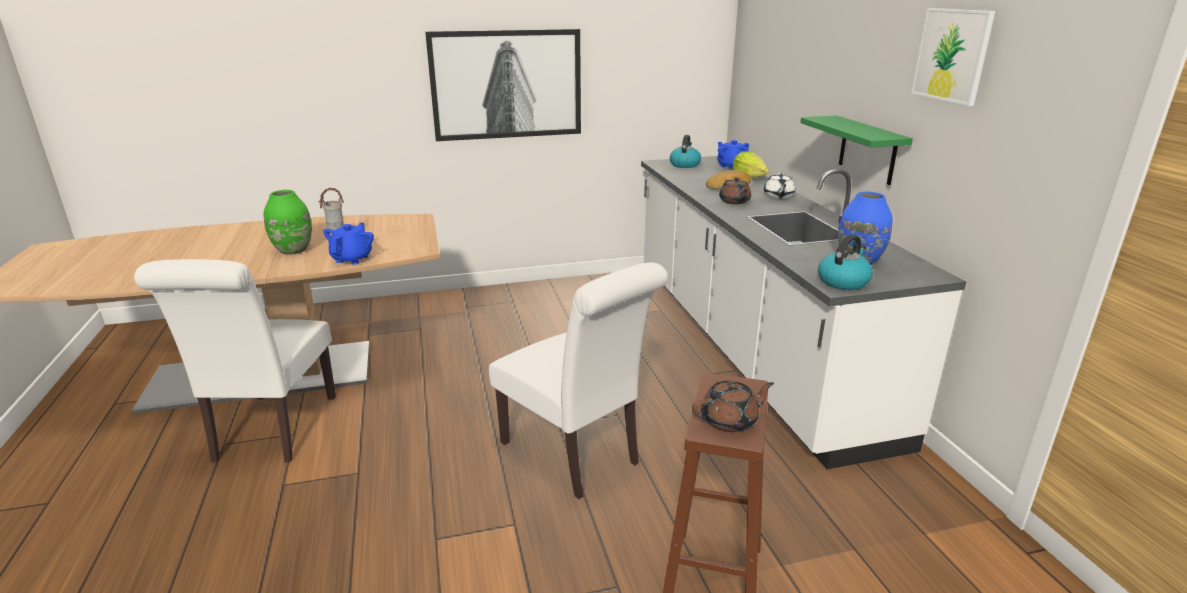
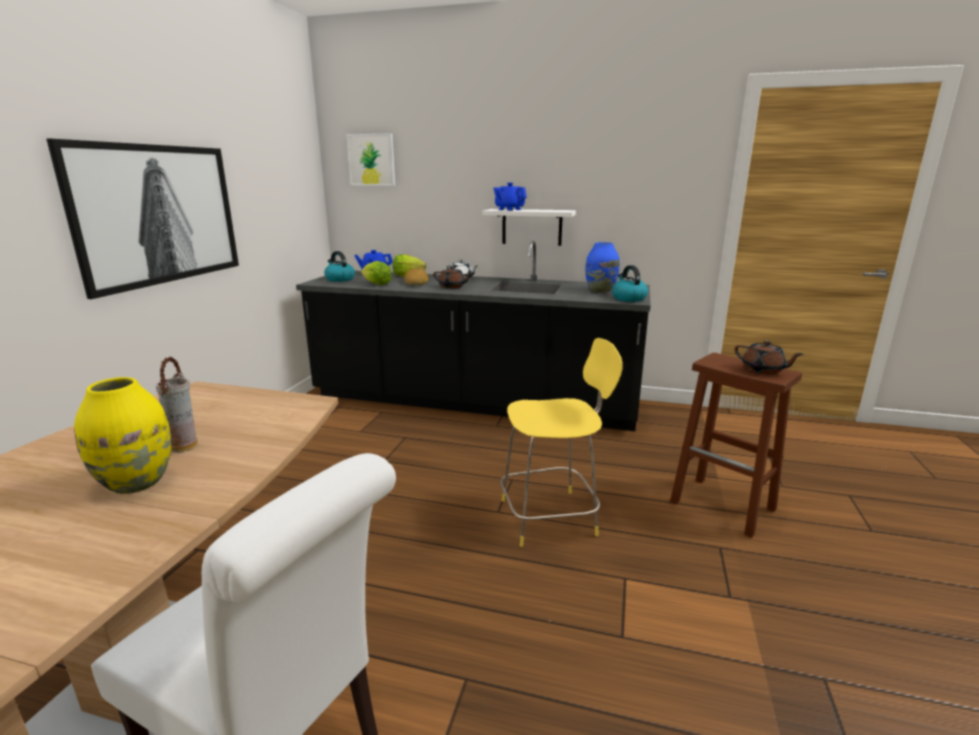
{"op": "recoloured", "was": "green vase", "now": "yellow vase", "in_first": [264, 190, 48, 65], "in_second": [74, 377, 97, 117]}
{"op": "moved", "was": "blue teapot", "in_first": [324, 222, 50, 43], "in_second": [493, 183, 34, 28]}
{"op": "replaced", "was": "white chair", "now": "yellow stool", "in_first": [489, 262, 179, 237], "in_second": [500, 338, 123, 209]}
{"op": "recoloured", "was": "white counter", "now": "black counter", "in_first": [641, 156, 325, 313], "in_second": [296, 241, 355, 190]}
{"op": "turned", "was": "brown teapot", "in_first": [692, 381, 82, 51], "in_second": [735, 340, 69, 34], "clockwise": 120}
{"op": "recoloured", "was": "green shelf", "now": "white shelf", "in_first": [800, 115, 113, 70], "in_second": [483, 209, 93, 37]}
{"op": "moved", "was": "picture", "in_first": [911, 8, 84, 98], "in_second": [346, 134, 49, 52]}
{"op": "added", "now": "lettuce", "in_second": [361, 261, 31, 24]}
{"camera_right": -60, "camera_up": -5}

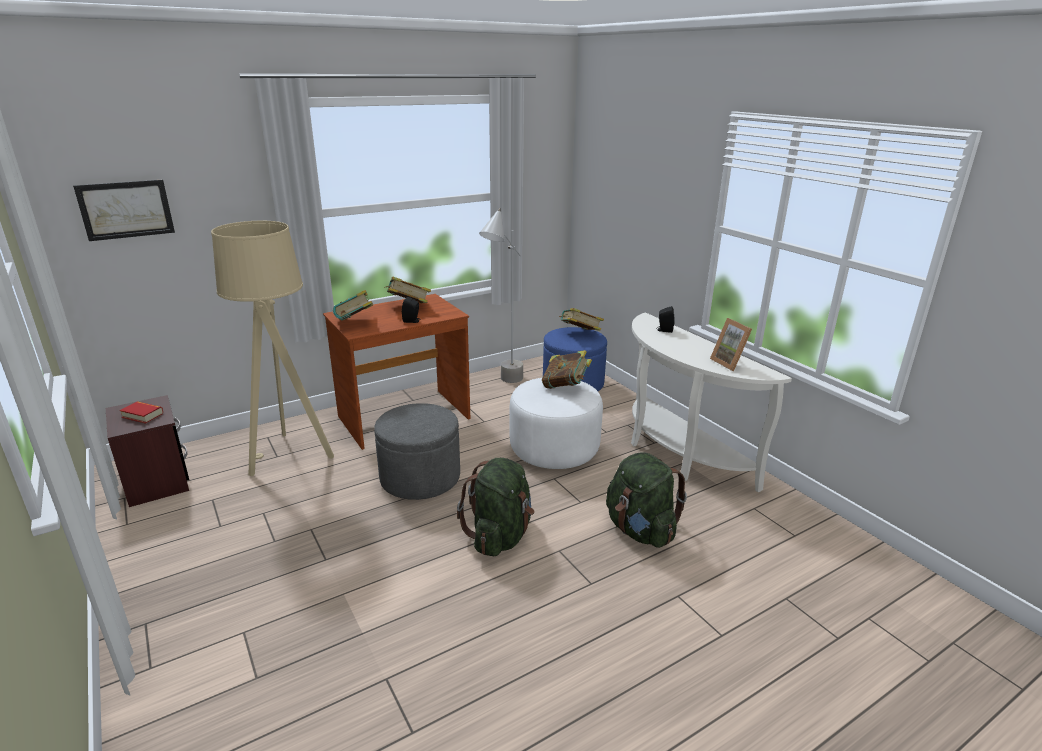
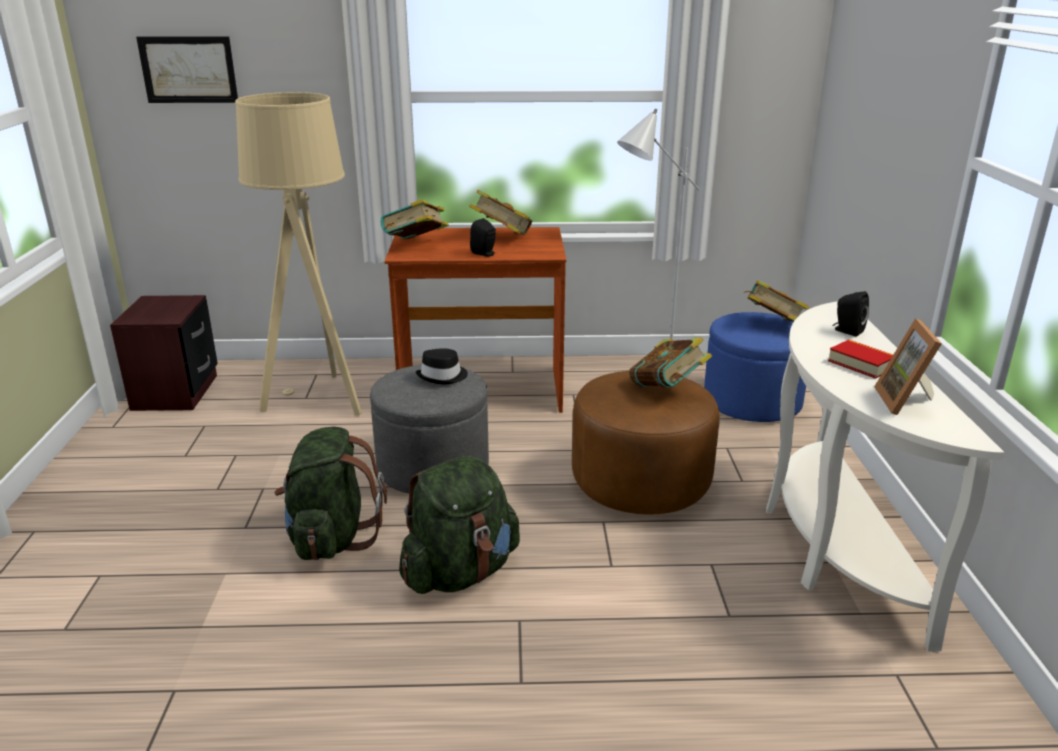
{"op": "moved", "was": "book", "in_first": [120, 401, 43, 23], "in_second": [828, 340, 65, 39]}
{"op": "recoloured", "was": "white ottoman", "now": "brown ottoman", "in_first": [510, 377, 93, 92], "in_second": [572, 371, 148, 144]}
{"op": "moved", "was": "green backpack", "in_first": [606, 452, 81, 96], "in_second": [274, 427, 113, 133]}
{"op": "added", "now": "black hat", "in_second": [415, 348, 53, 36]}
{"camera_right": 30, "camera_up": 0}

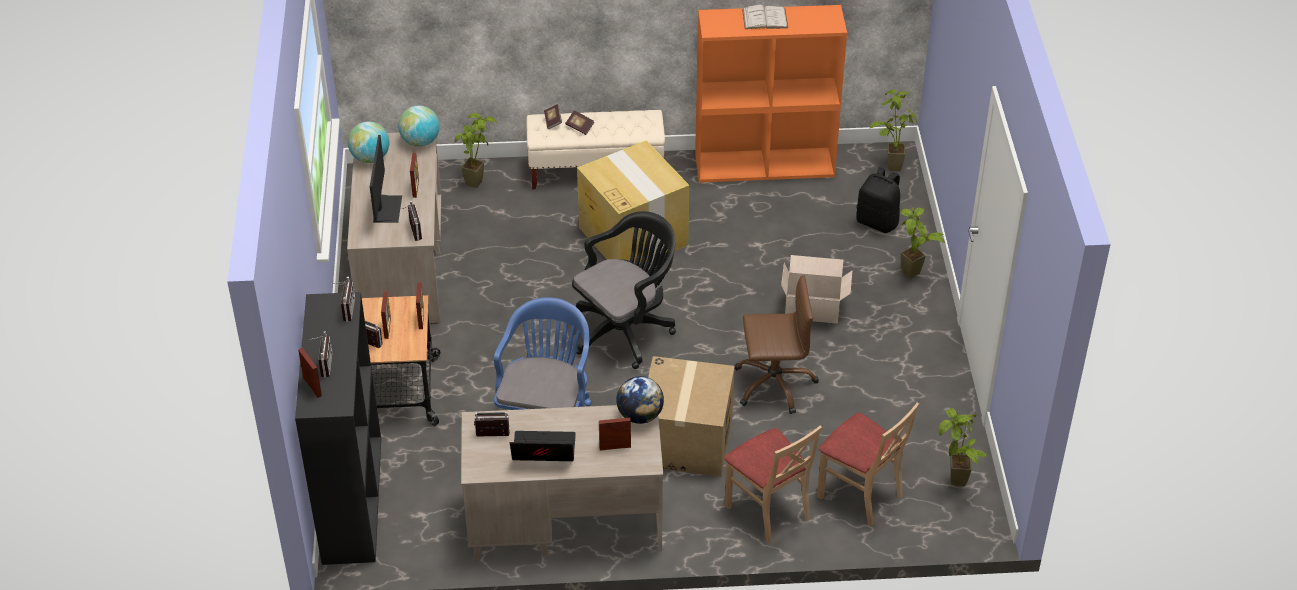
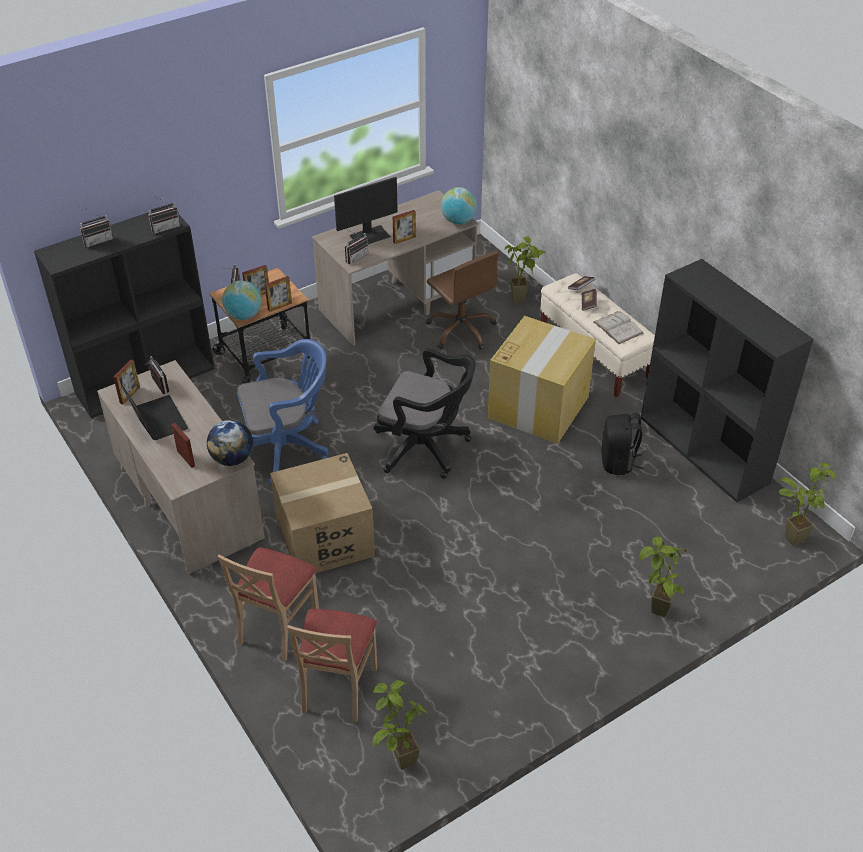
{"op": "moved", "was": "picture frame", "in_first": [298, 348, 24, 50], "in_second": [113, 360, 27, 44]}
{"op": "moved", "was": "globe", "in_first": [348, 122, 41, 41], "in_second": [222, 280, 40, 40]}
{"op": "recoloured", "was": "orange bookcase", "now": "black bookcase", "in_first": [695, 5, 152, 178], "in_second": [641, 259, 173, 244]}
{"op": "moved", "was": "brown office chair", "in_first": [734, 275, 85, 139], "in_second": [426, 251, 73, 99]}
{"op": "moved", "was": "white book", "in_first": [742, 5, 46, 24], "in_second": [594, 311, 49, 33]}
{"op": "removed", "was": "cardboard box", "in_first": [781, 255, 71, 69]}
{"op": "moved", "was": "black backpack", "in_first": [856, 167, 44, 66], "in_second": [601, 413, 42, 62]}
{"camera_right": 60, "camera_up": 0}

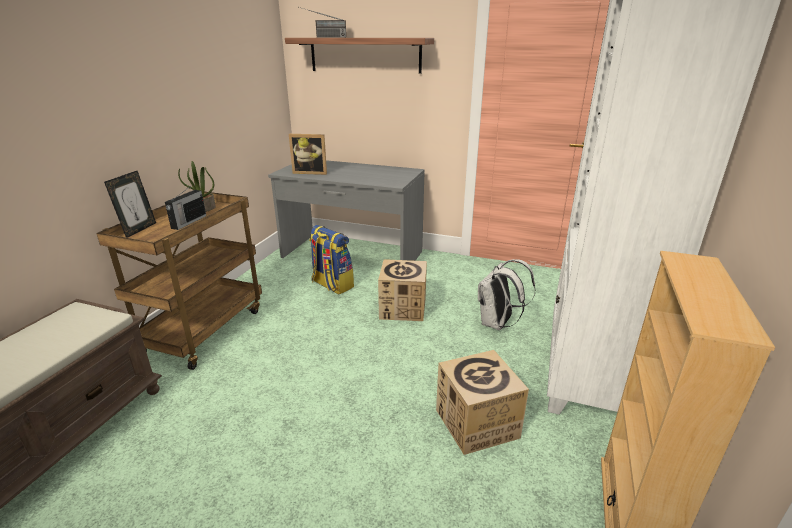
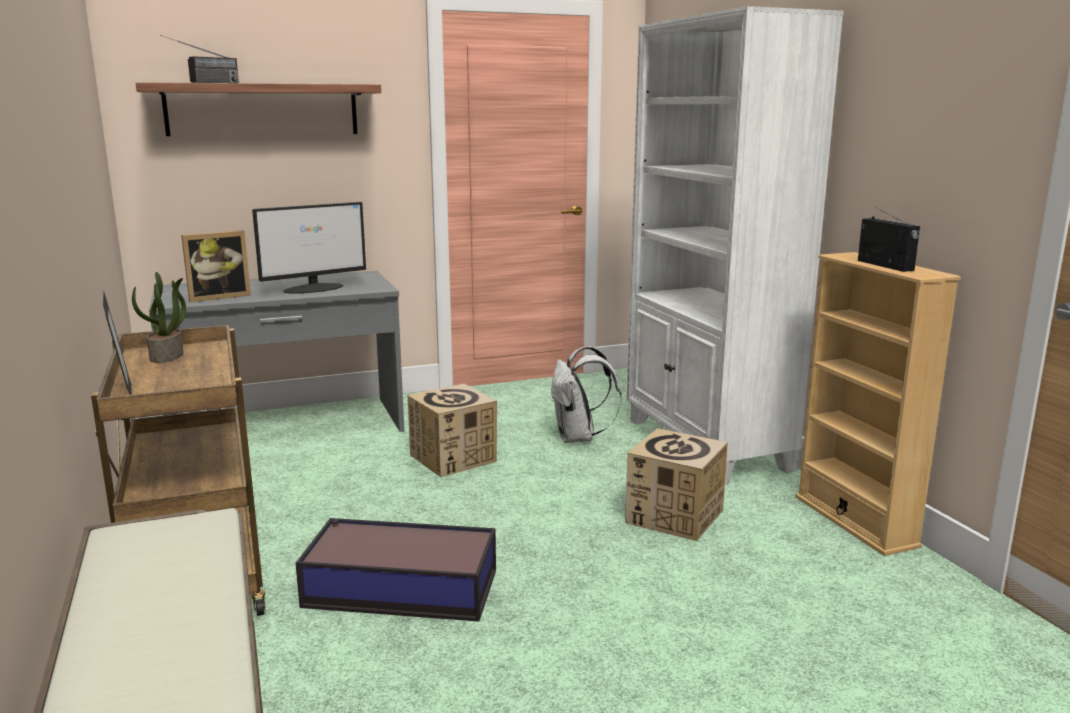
{"op": "moved", "was": "radio", "in_first": [165, 184, 41, 46], "in_second": [858, 207, 62, 65]}
{"op": "removed", "was": "backpack", "in_first": [309, 225, 45, 69]}
{"op": "added", "now": "monitor", "in_second": [252, 202, 114, 92]}
{"op": "added", "now": "storage box", "in_second": [296, 518, 200, 104]}
{"camera_right": -40, "camera_up": -10}

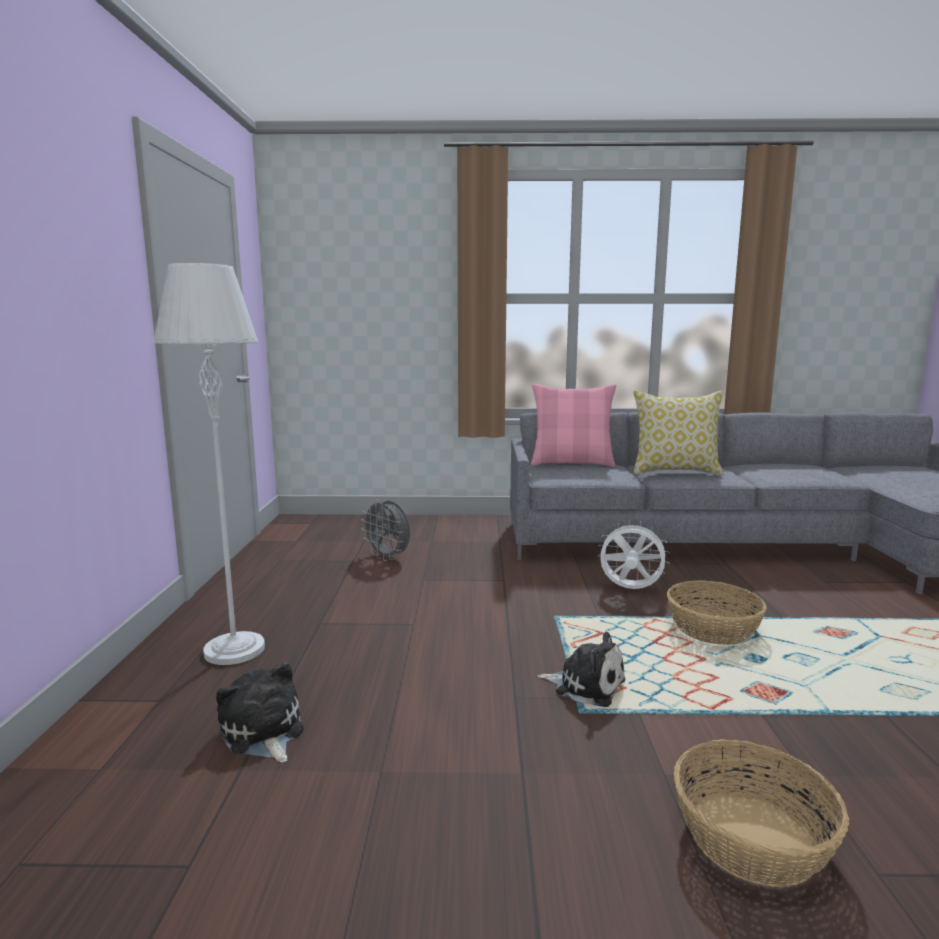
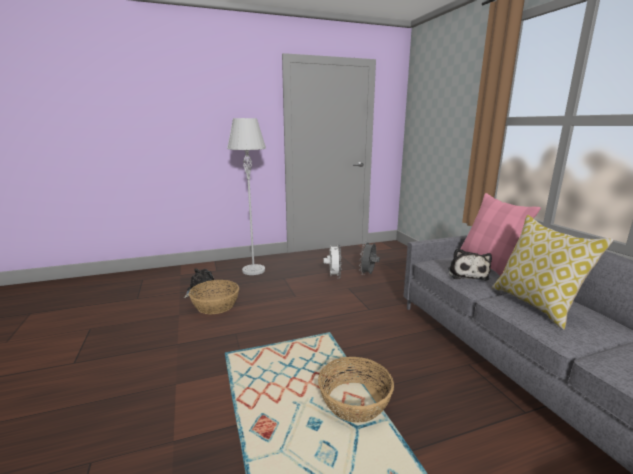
{"op": "moved", "was": "plush toy", "in_first": [538, 632, 88, 75], "in_second": [448, 248, 44, 33]}
{"op": "moved", "was": "white fan", "in_first": [598, 520, 72, 69], "in_second": [323, 243, 18, 36]}
{"op": "moved", "was": "basket", "in_first": [674, 739, 176, 149], "in_second": [189, 280, 50, 34]}
{"camera_right": 70, "camera_up": 5}

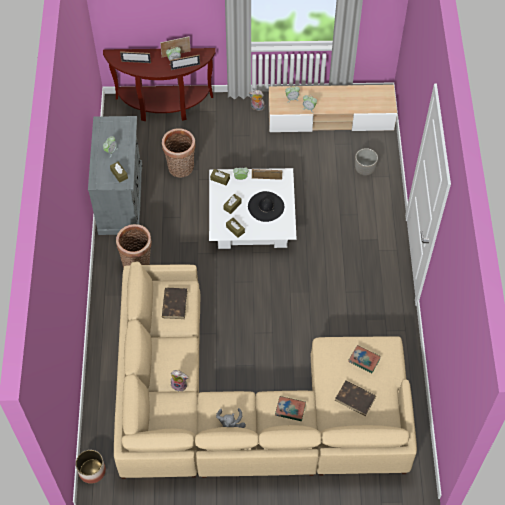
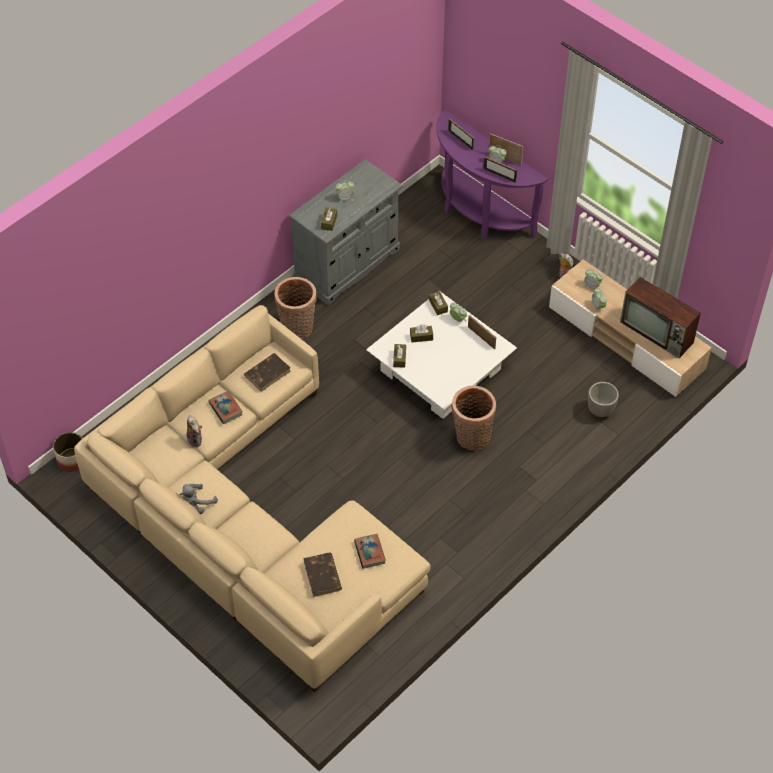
{"op": "recoloured", "was": "brown console table", "now": "purple console table", "in_first": [103, 48, 113, 73], "in_second": [436, 110, 112, 130]}
{"op": "moved", "was": "basket", "in_first": [162, 128, 33, 50], "in_second": [452, 386, 44, 65]}
{"op": "removed", "was": "black hat", "in_first": [248, 191, 36, 31]}
{"op": "moved", "was": "book", "in_first": [275, 396, 31, 25], "in_second": [208, 391, 35, 33]}
{"op": "added", "now": "television", "in_second": [620, 277, 81, 81]}
{"camera_right": 45, "camera_up": -5}

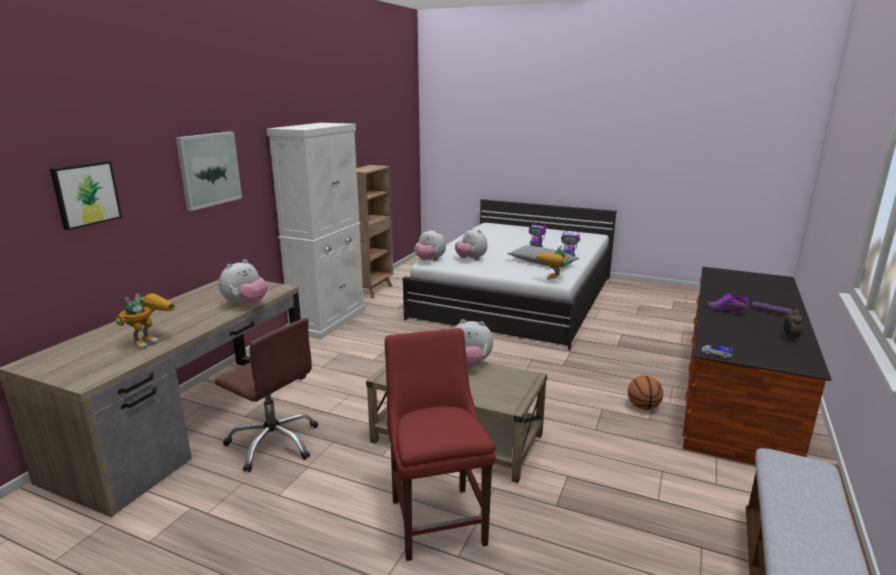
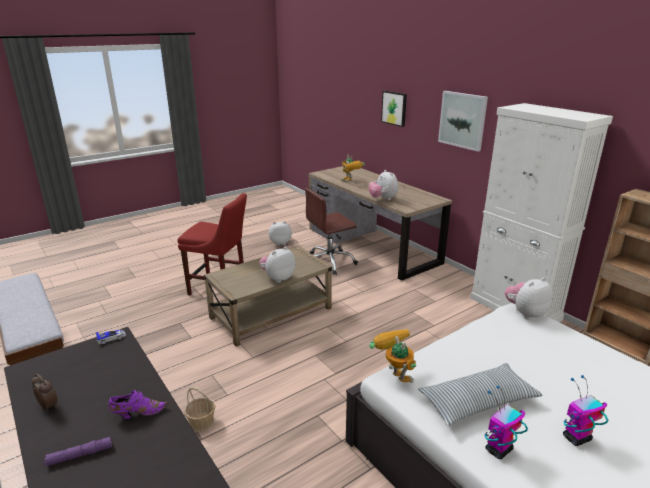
{"op": "moved", "was": "plush toy", "in_first": [455, 227, 32, 33], "in_second": [268, 221, 24, 25]}
{"op": "replaced", "was": "basketball", "now": "basket", "in_first": [628, 376, 35, 34], "in_second": [184, 387, 31, 45]}
{"camera_right": 120, "camera_up": 5}

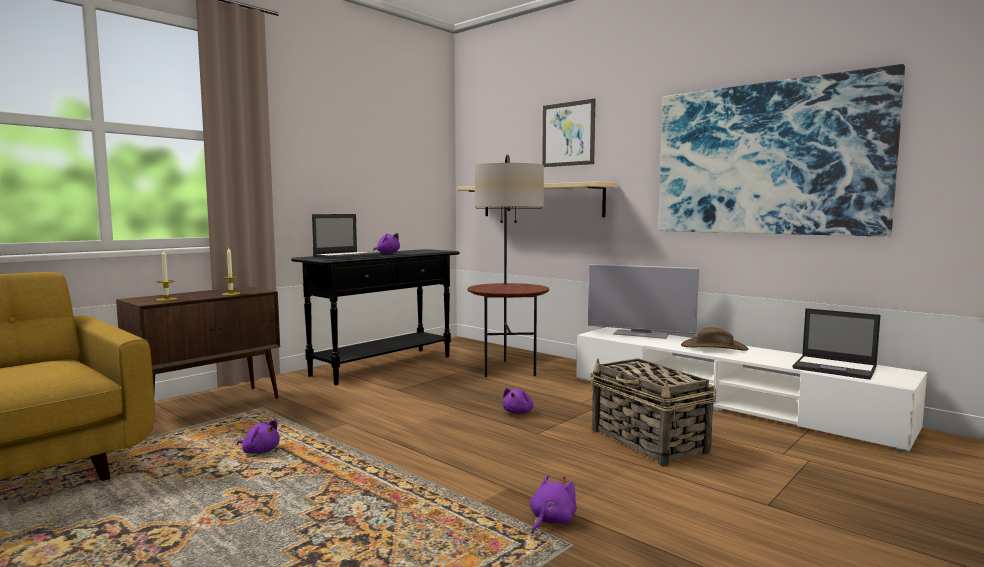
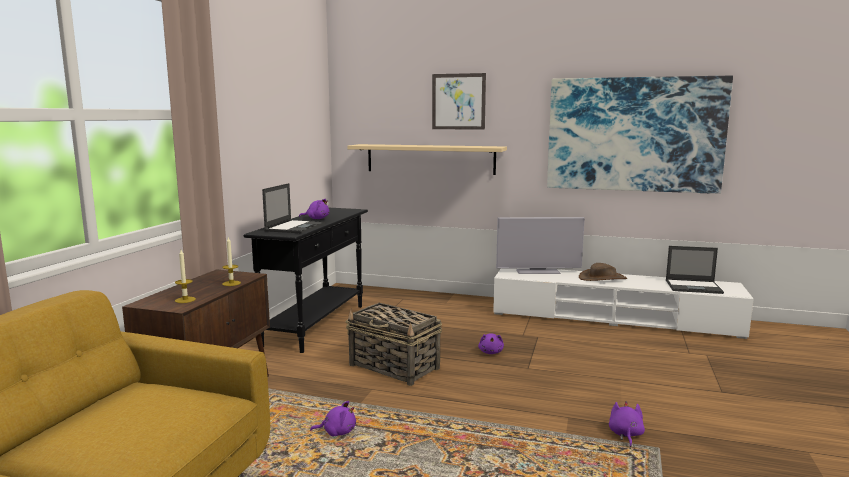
{"op": "removed", "was": "floor lamp", "in_first": [468, 154, 81, 223]}
{"op": "moved", "was": "basket", "in_first": [590, 358, 126, 108], "in_second": [345, 303, 97, 83]}
{"camera_right": -25, "camera_up": 5}

